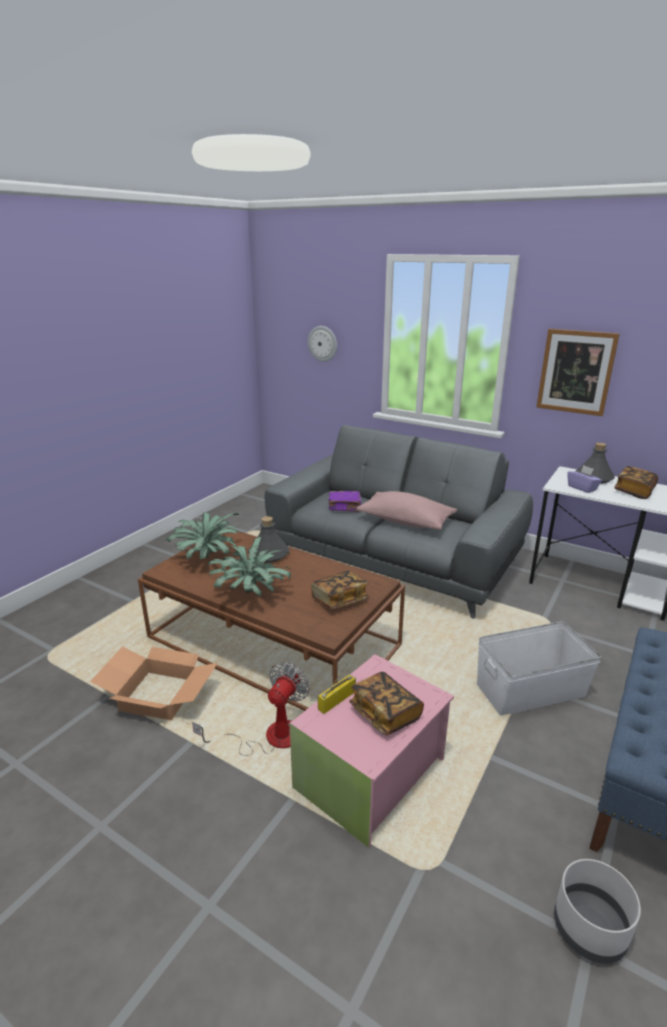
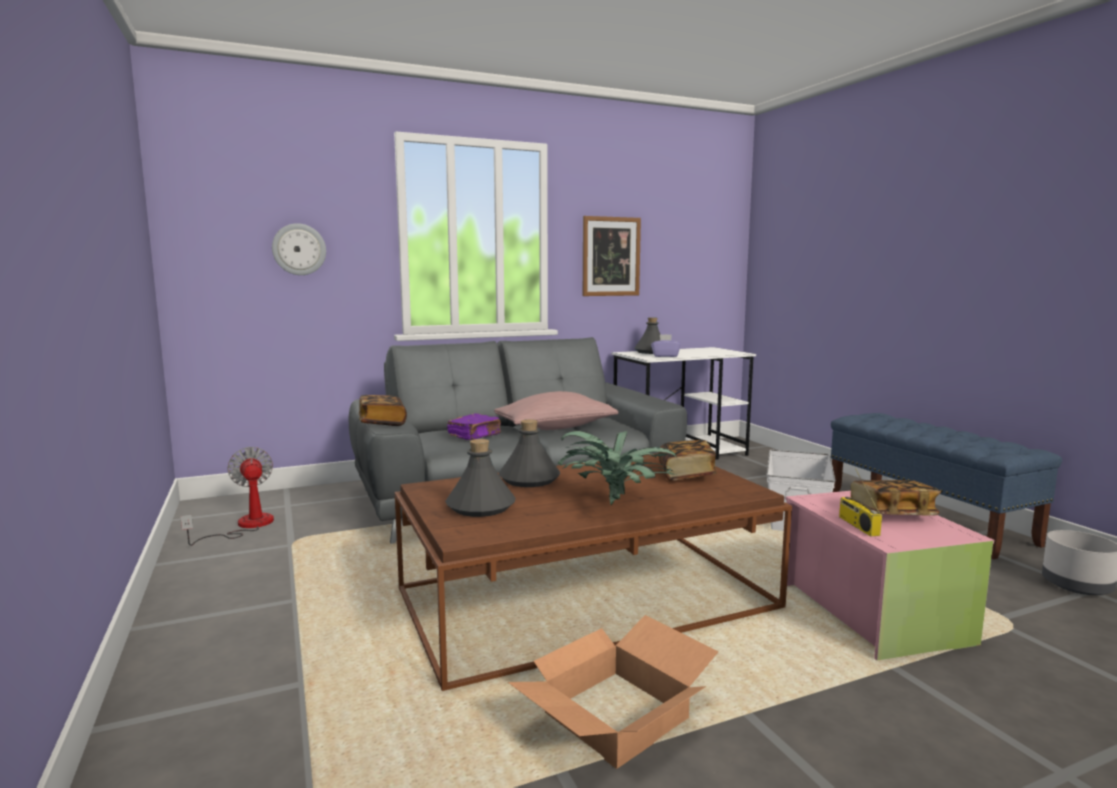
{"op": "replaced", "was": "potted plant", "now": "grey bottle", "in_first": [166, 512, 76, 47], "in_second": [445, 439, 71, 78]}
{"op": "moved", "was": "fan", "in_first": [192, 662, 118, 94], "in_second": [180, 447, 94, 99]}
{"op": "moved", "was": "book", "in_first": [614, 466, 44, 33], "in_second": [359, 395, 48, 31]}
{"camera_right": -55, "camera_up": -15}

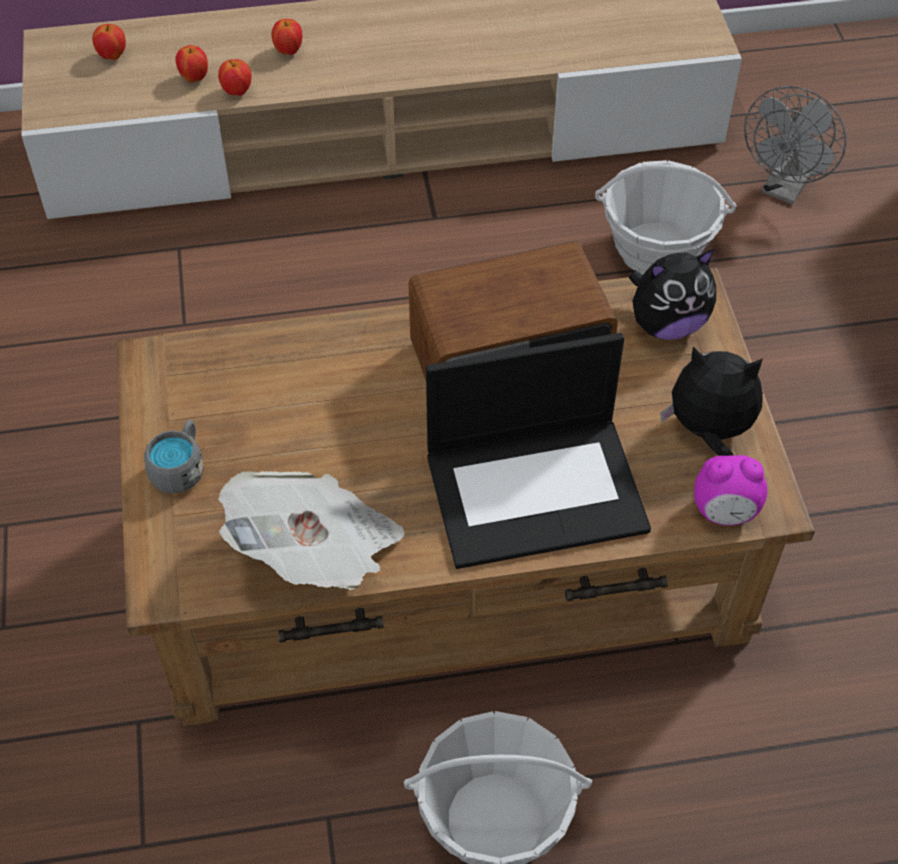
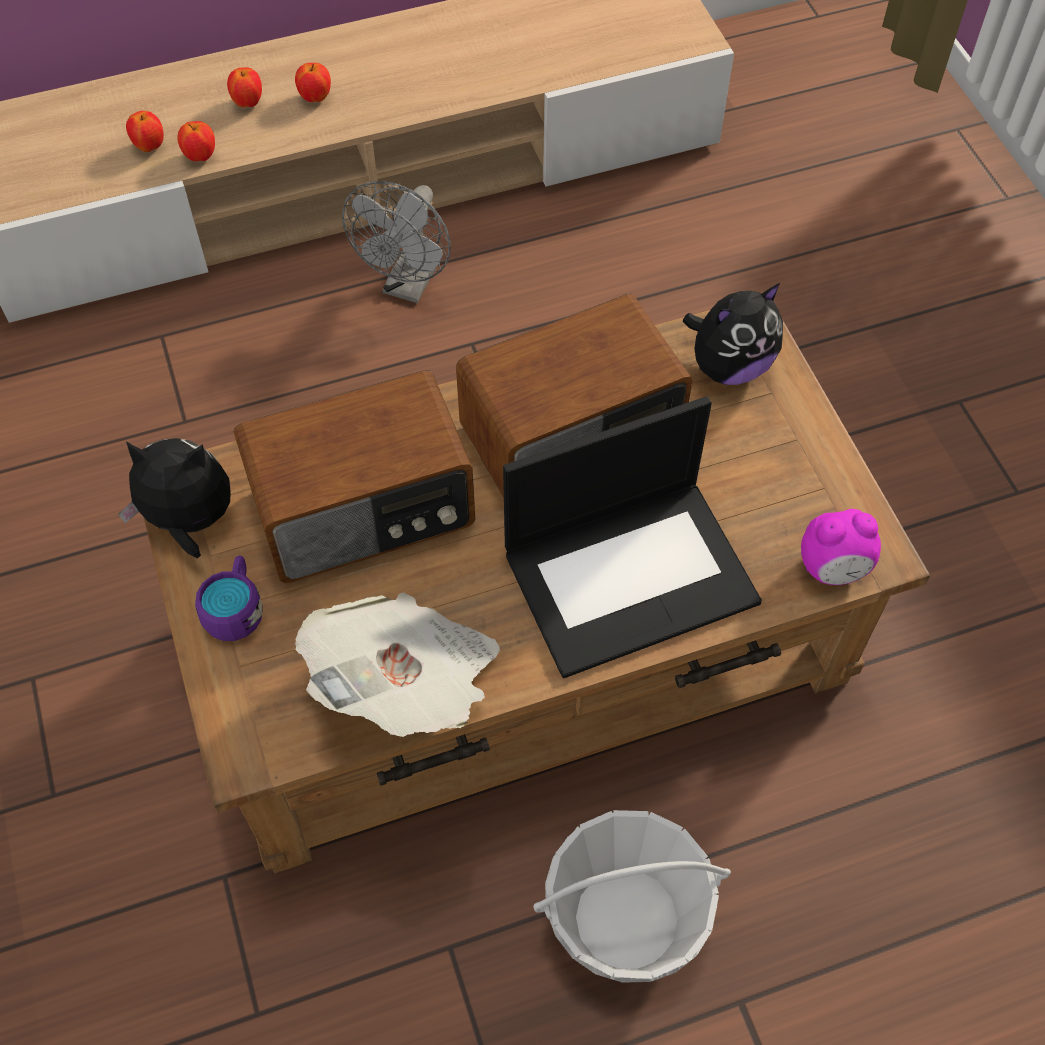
{"op": "moved", "was": "apple", "in_first": [92, 24, 34, 36], "in_second": [295, 63, 36, 39]}
{"op": "recoloured", "was": "grey mug", "now": "purple mug", "in_first": [144, 420, 60, 74], "in_second": [195, 555, 68, 86]}
{"op": "removed", "was": "basket", "in_first": [595, 160, 142, 115]}
{"op": "moved", "was": "plush toy", "in_first": [660, 347, 103, 109], "in_second": [118, 438, 113, 120]}
{"op": "moved", "was": "grey fan", "in_first": [744, 86, 102, 119], "in_second": [342, 181, 109, 122]}
{"op": "added", "now": "radio", "in_second": [234, 371, 241, 212]}
{"camera_right": -10, "camera_up": 5}

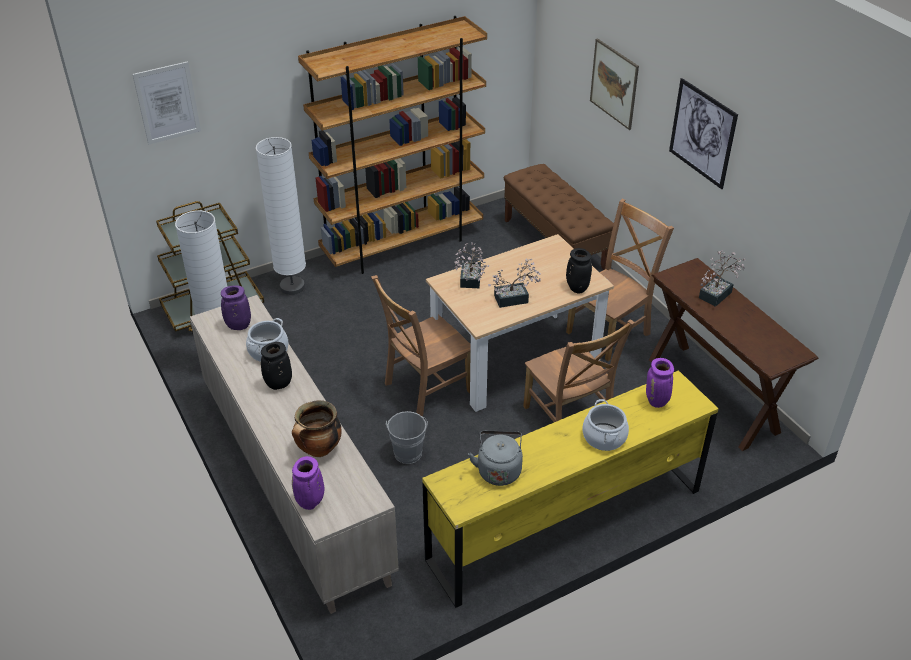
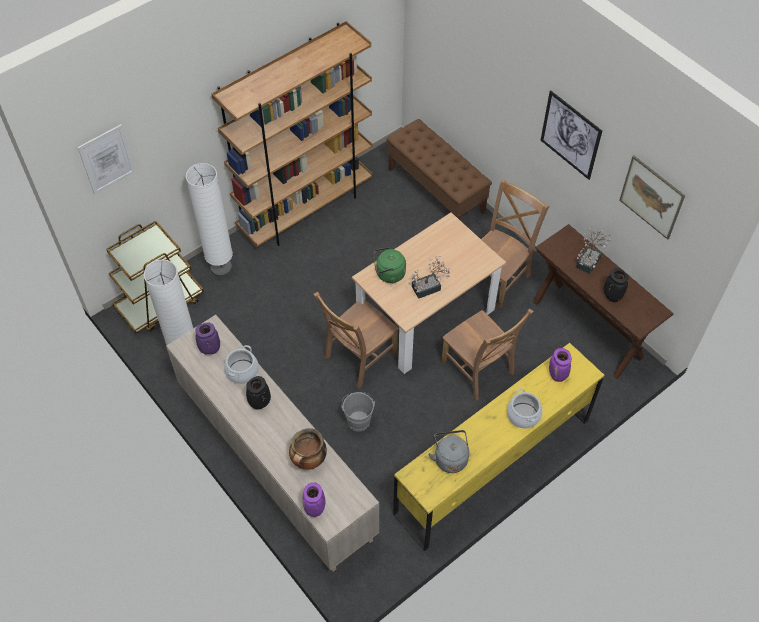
{"op": "replaced", "was": "potted plant", "now": "green kettle", "in_first": [454, 243, 35, 45], "in_second": [373, 247, 33, 36]}
{"op": "moved", "was": "black vase", "in_first": [566, 248, 26, 45], "in_second": [604, 268, 24, 34]}
{"op": "moved", "was": "picture", "in_first": [590, 38, 49, 92], "in_second": [619, 156, 66, 84]}
{"camera_right": -10, "camera_up": 15}

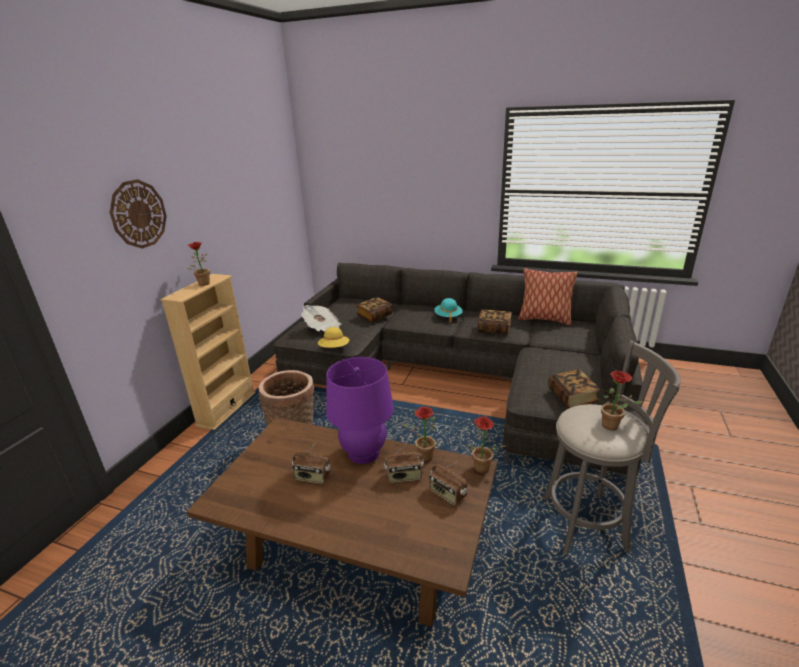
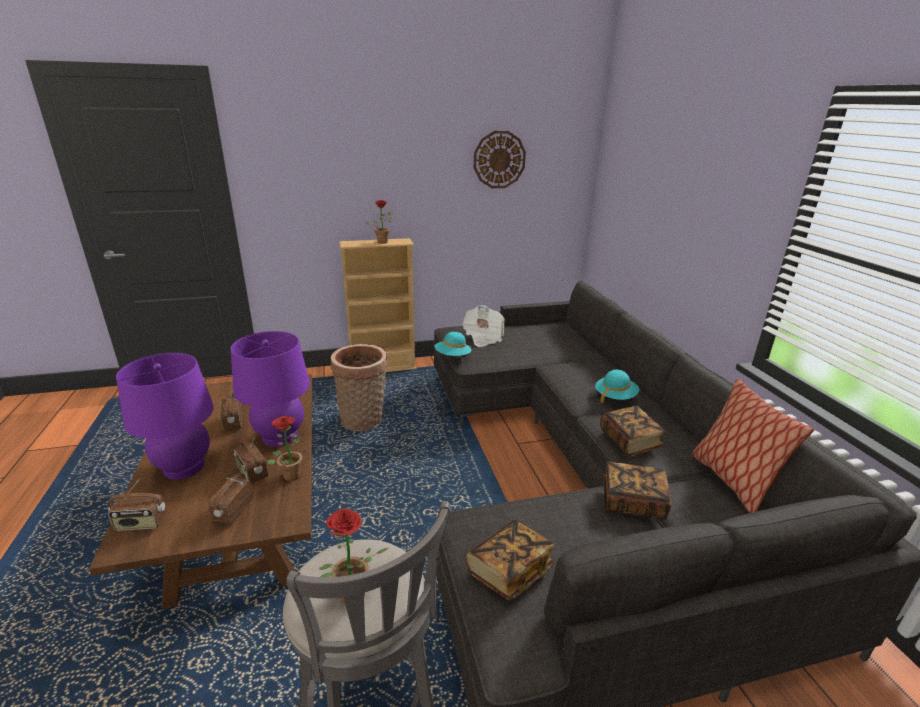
{"op": "moved", "was": "wall clock", "in_first": [110, 179, 57, 70], "in_second": [474, 131, 52, 57]}
{"op": "recoloured", "was": "yellow hat", "now": "turquoise hat", "in_first": [318, 327, 31, 21], "in_second": [434, 332, 37, 24]}
{"op": "moved", "was": "book", "in_first": [356, 297, 37, 26], "in_second": [604, 462, 67, 58]}
{"op": "removed", "was": "potted plant", "in_first": [468, 417, 37, 56]}
{"op": "added", "now": "radio", "in_second": [108, 478, 58, 53]}
{"op": "added", "now": "purple table lamp", "in_second": [116, 353, 98, 127]}
{"camera_right": 55, "camera_up": 0}

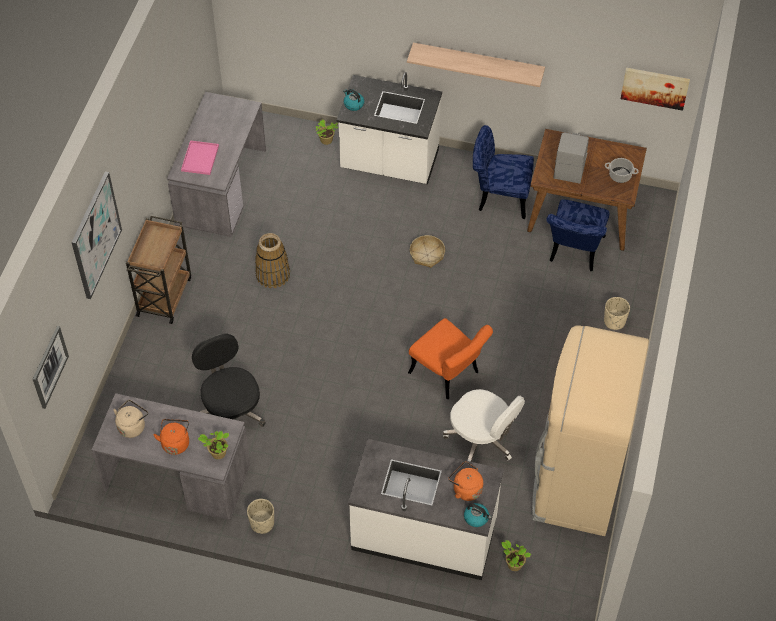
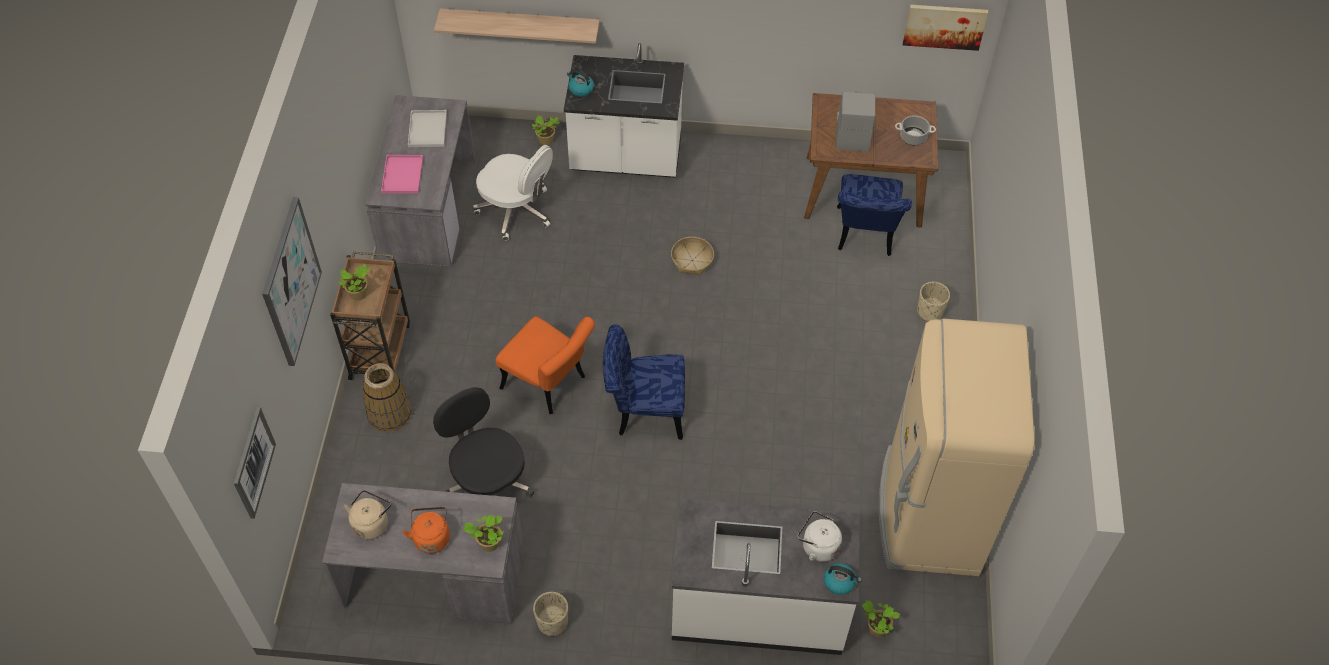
{"op": "moved", "was": "basket", "in_first": [255, 233, 35, 55], "in_second": [363, 363, 49, 70]}
{"op": "moved", "was": "shelf", "in_first": [407, 43, 138, 44], "in_second": [434, 8, 165, 36]}
{"op": "moved", "was": "orange chair", "in_first": [408, 318, 85, 81], "in_second": [495, 316, 100, 98]}
{"op": "moved", "was": "white office chair", "in_first": [443, 389, 82, 73], "in_second": [473, 145, 80, 95]}
{"op": "recoloured", "was": "orange kettle", "now": "white kettle", "in_first": [448, 461, 35, 40], "in_second": [798, 511, 44, 51]}
{"op": "moved", "was": "blue chair", "in_first": [473, 125, 61, 94], "in_second": [603, 324, 82, 116]}
{"op": "added", "now": "potted plant", "in_second": [339, 264, 31, 37]}
{"op": "added", "now": "white tray", "in_second": [408, 110, 39, 37]}
{"camera_right": -10, "camera_up": 0}

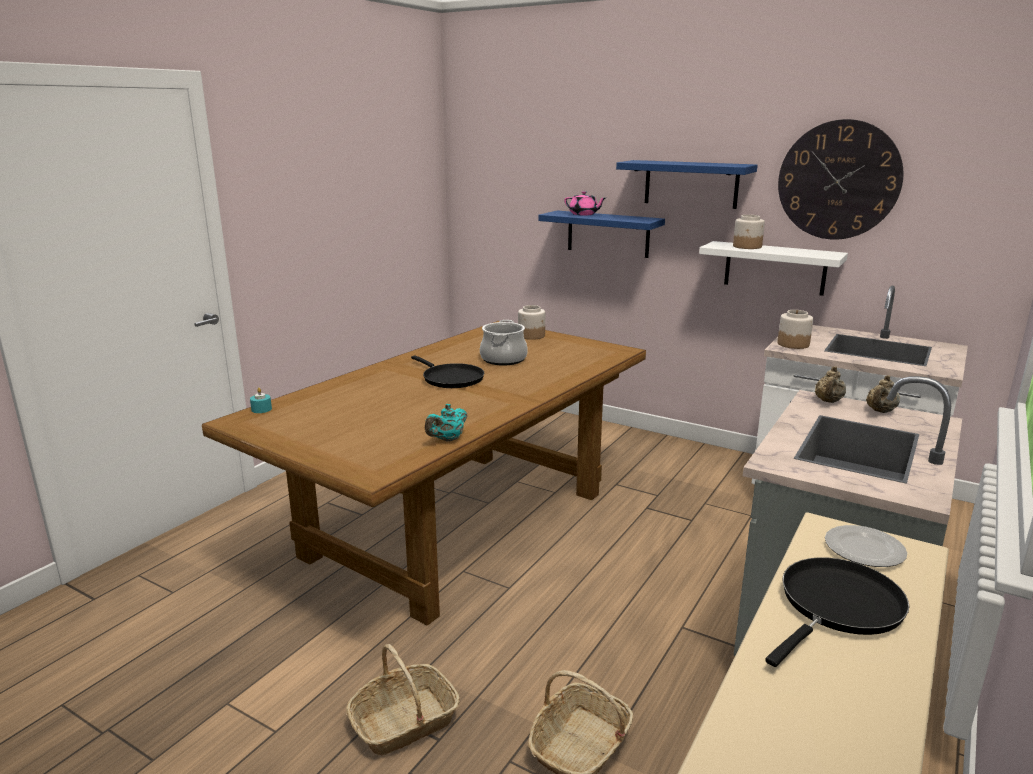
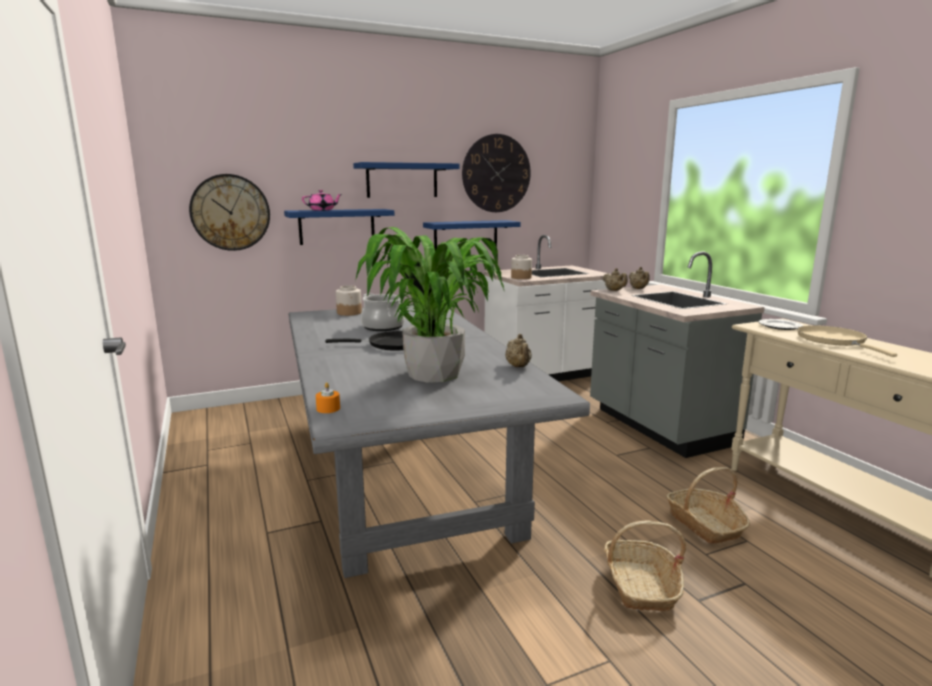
{"op": "recoloured", "was": "brown dining table", "now": "grey dining table", "in_first": [202, 321, 444, 305], "in_second": [288, 305, 302, 273]}
{"op": "recoloured", "was": "turquoise candle", "now": "orange candle", "in_first": [250, 388, 22, 25], "in_second": [316, 382, 24, 31]}
{"op": "recoloured", "was": "turquoise teapot", "now": "beige teapot", "in_first": [425, 404, 43, 38], "in_second": [505, 334, 27, 33]}
{"op": "recoloured", "was": "white shelf", "now": "blue shelf", "in_first": [699, 241, 149, 55], "in_second": [423, 220, 98, 31]}
{"op": "removed", "was": "jar", "in_first": [733, 215, 32, 34]}
{"op": "recoloured", "was": "black frying pan", "now": "beige frying pan", "in_first": [765, 557, 144, 110], "in_second": [797, 325, 100, 32]}
{"op": "added", "now": "wall clock", "in_second": [189, 174, 81, 77]}
{"op": "added", "now": "potted plant", "in_second": [355, 227, 149, 156]}
{"camera_right": -55, "camera_up": -5}

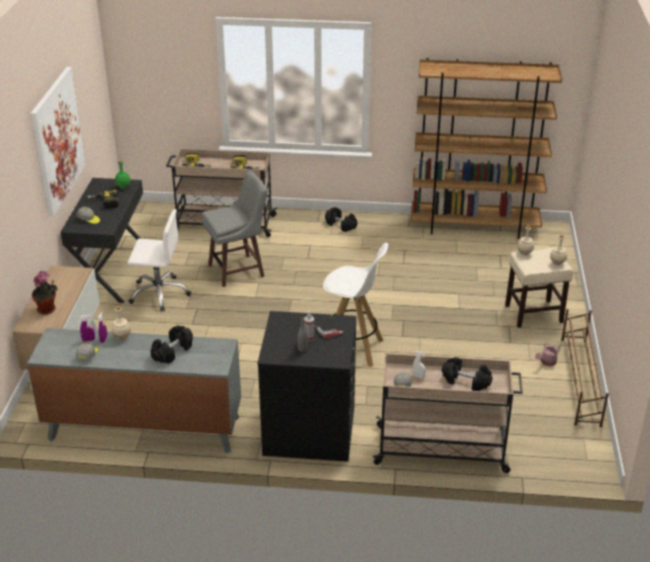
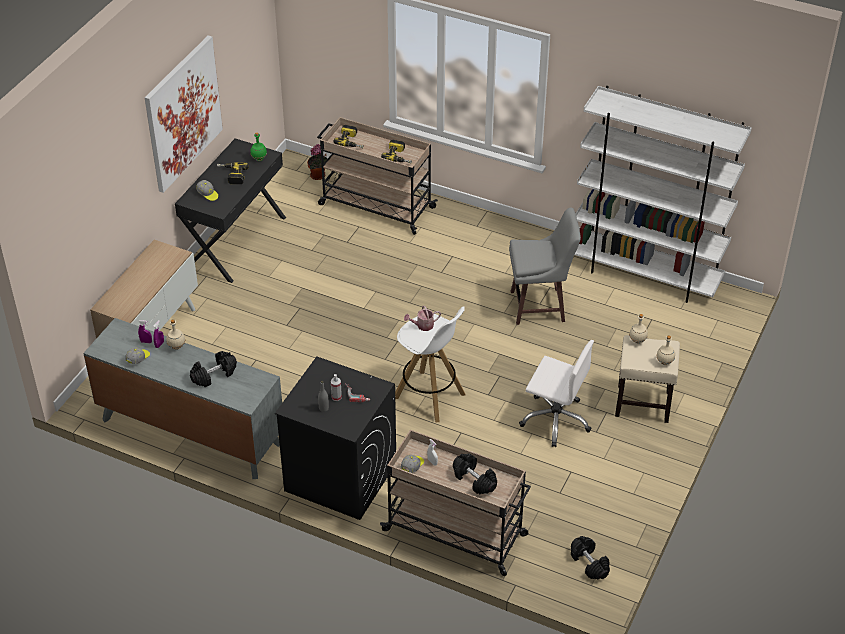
{"op": "moved", "was": "potted plant", "in_first": [32, 271, 26, 44], "in_second": [307, 144, 20, 36]}
{"op": "moved", "was": "white office chair", "in_first": [128, 209, 63, 103], "in_second": [519, 340, 75, 107]}
{"op": "moved", "was": "grey stool", "in_first": [202, 171, 66, 116], "in_second": [509, 207, 72, 118]}
{"op": "moved", "was": "black dumbbell", "in_first": [325, 207, 32, 25], "in_second": [571, 536, 39, 44]}
{"op": "recoloured", "was": "brown bookcase", "now": "white bookcase", "in_first": [411, 58, 151, 181], "in_second": [575, 86, 177, 217]}
{"op": "moved", "was": "watering can", "in_first": [535, 342, 25, 24], "in_second": [404, 306, 37, 25]}
{"op": "removed", "was": "brown shoe rack", "in_first": [561, 309, 48, 118]}
{"camera_right": 20, "camera_up": 10}

